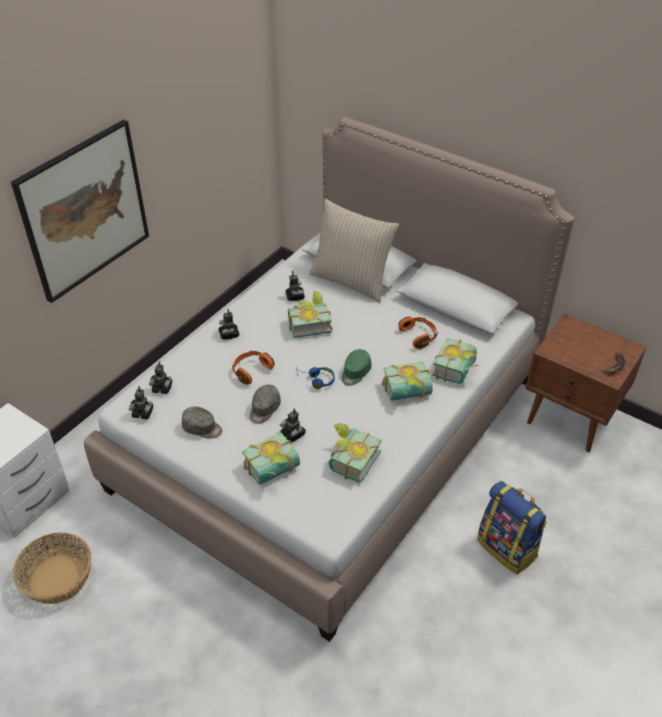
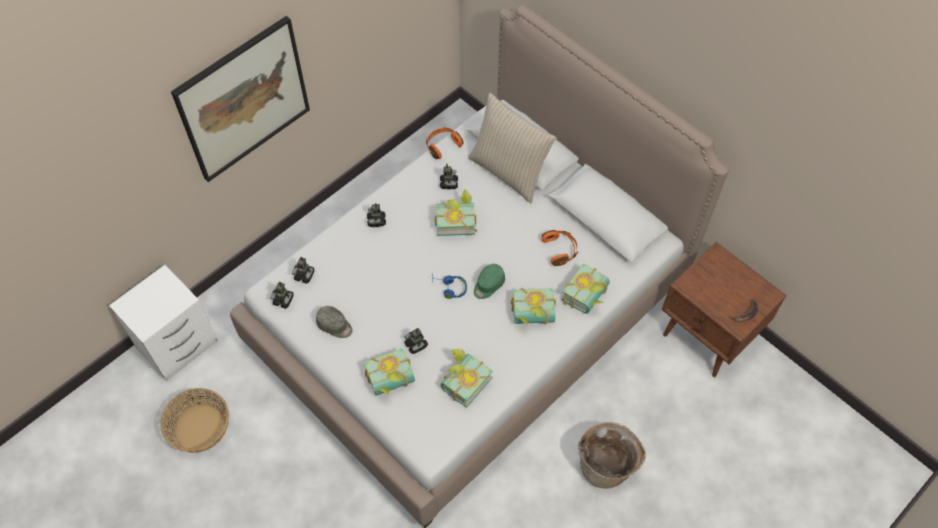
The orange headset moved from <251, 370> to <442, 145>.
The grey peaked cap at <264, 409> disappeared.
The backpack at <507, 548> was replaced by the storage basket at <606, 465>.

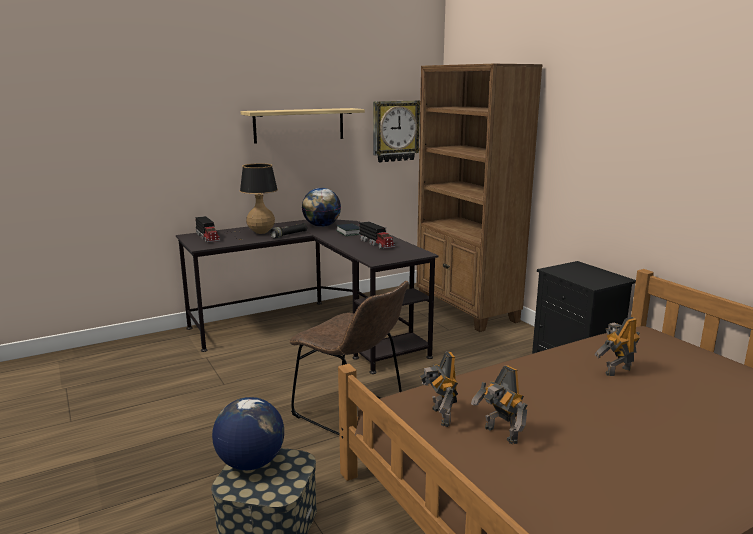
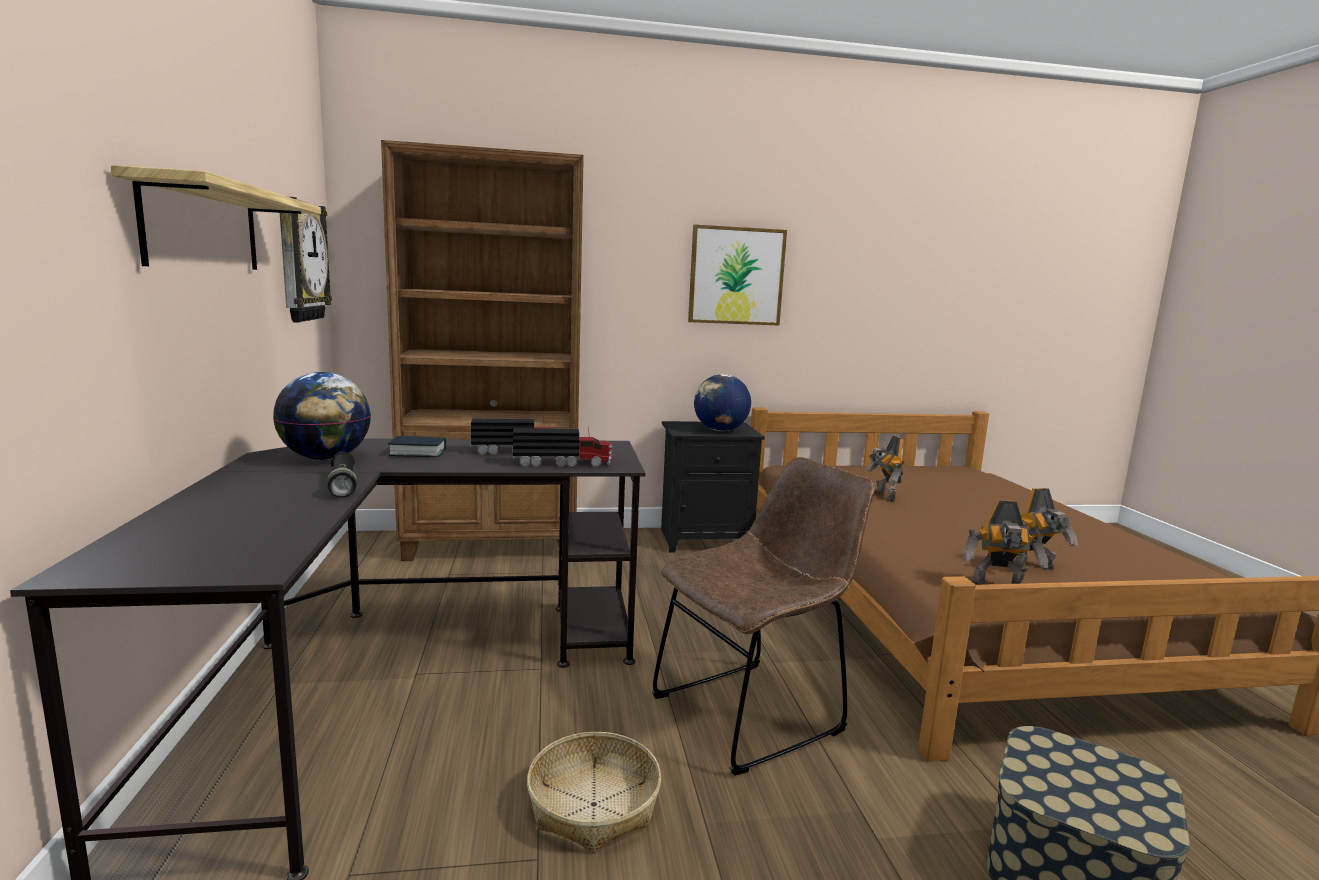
The toy truck moved from <207, 237> to <563, 463>.
The world globe moved from <250, 463> to <720, 430>.
The table lamp at <256, 233> disappeared.
The storage basket at <594, 805> appeared.
The wall art at <736, 276> appeared.

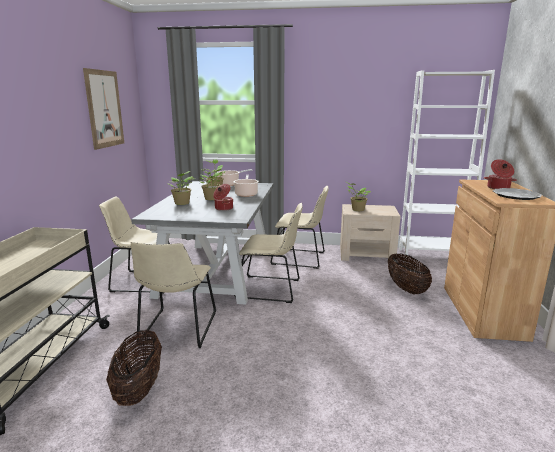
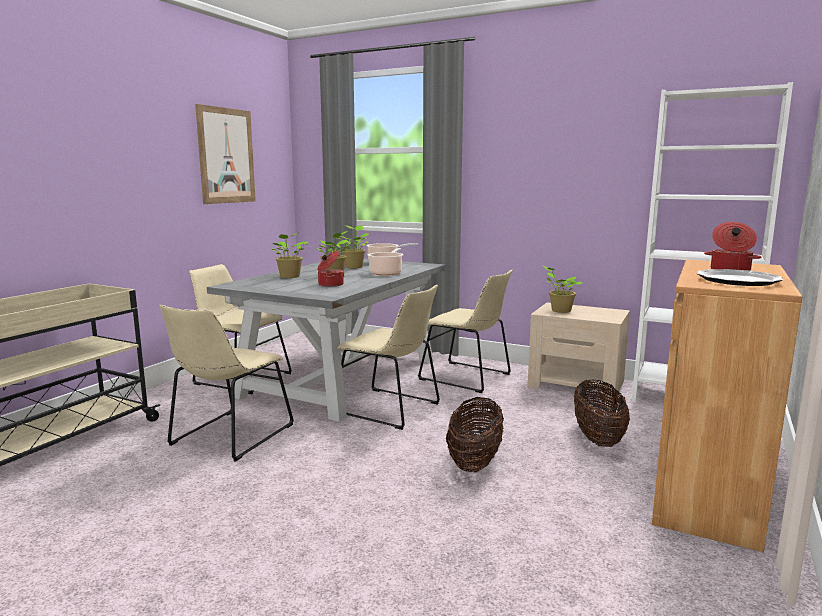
The storage basket moved from <139, 388> to <474, 461>.

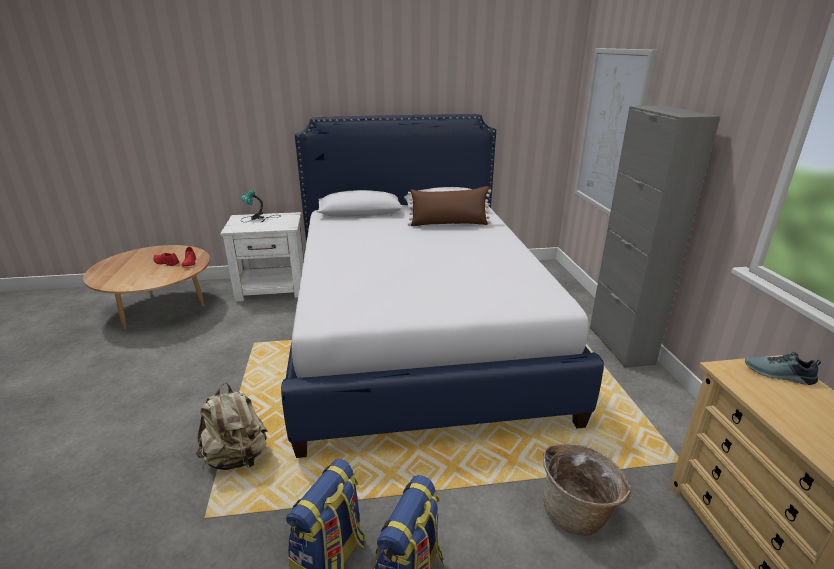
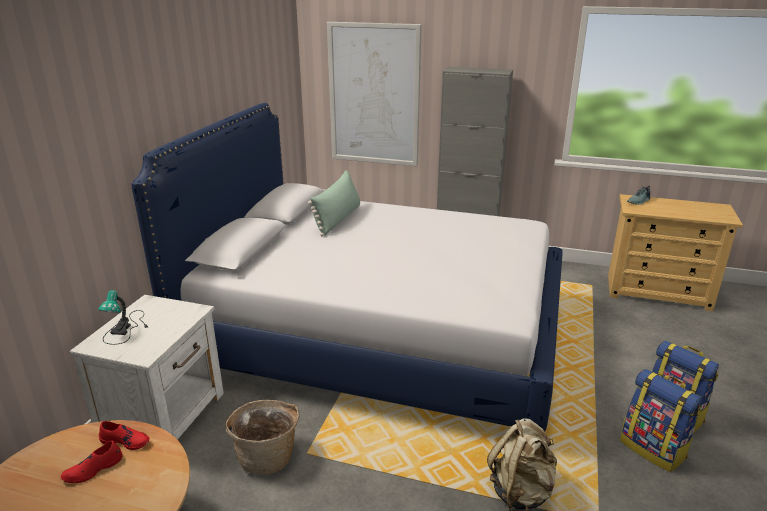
The brownish cushion at <449, 224> became the green cushion at <338, 219>.
The storage basket moved from <577, 512> to <267, 456>.

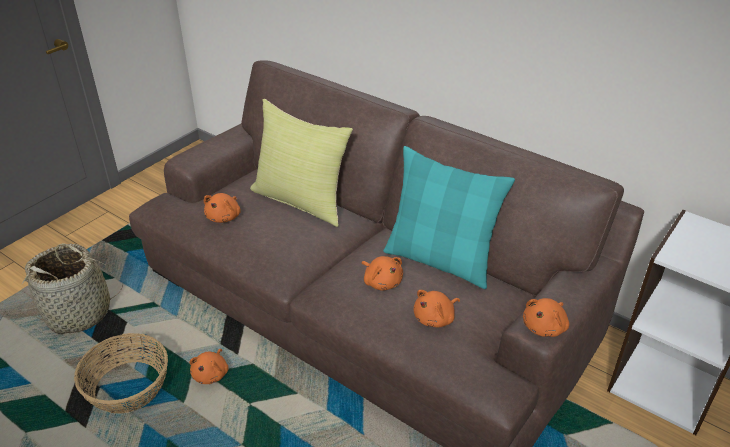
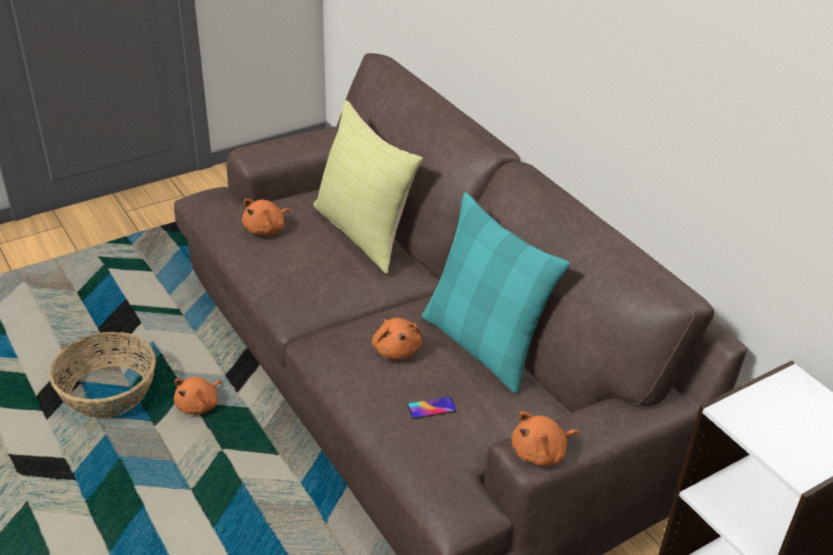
The storage basket at <79, 313> disappeared.
The orange plush toy at <435, 318> was replaced by the telephone at <431, 408>.

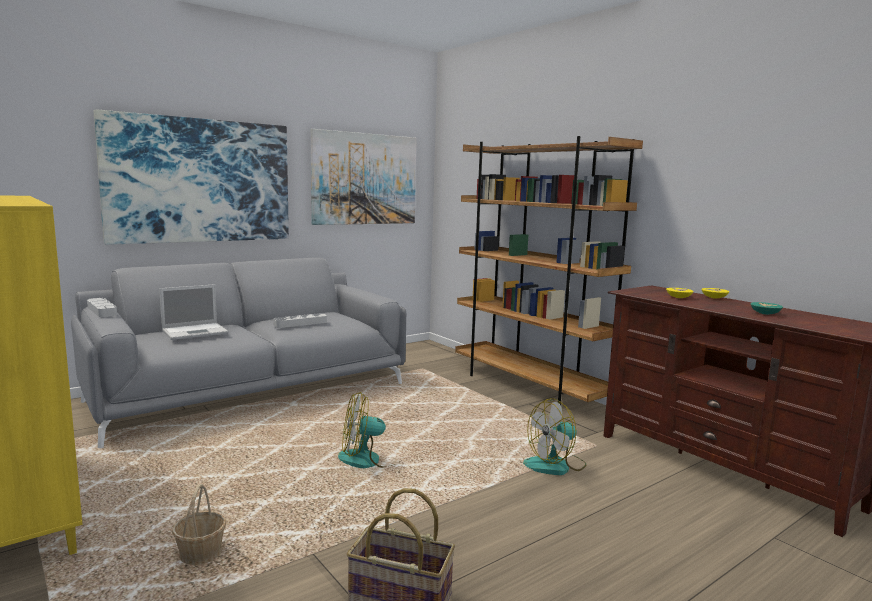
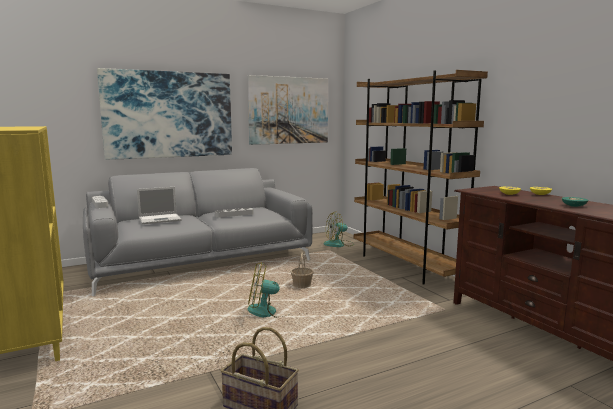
The storage basket moved from <201, 554> to <302, 285>.
The fan moved from <555, 465> to <339, 244>.

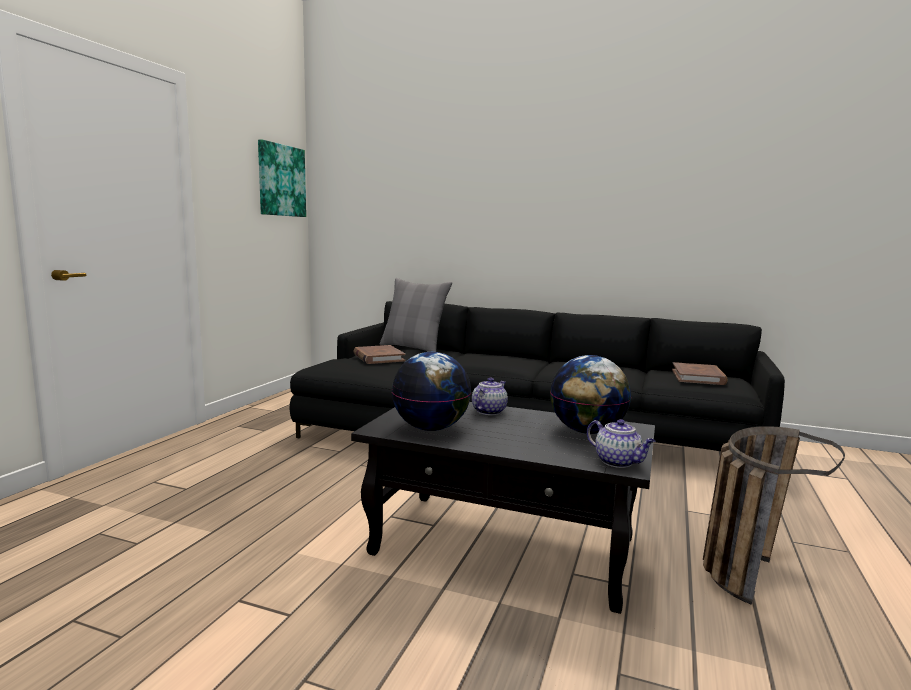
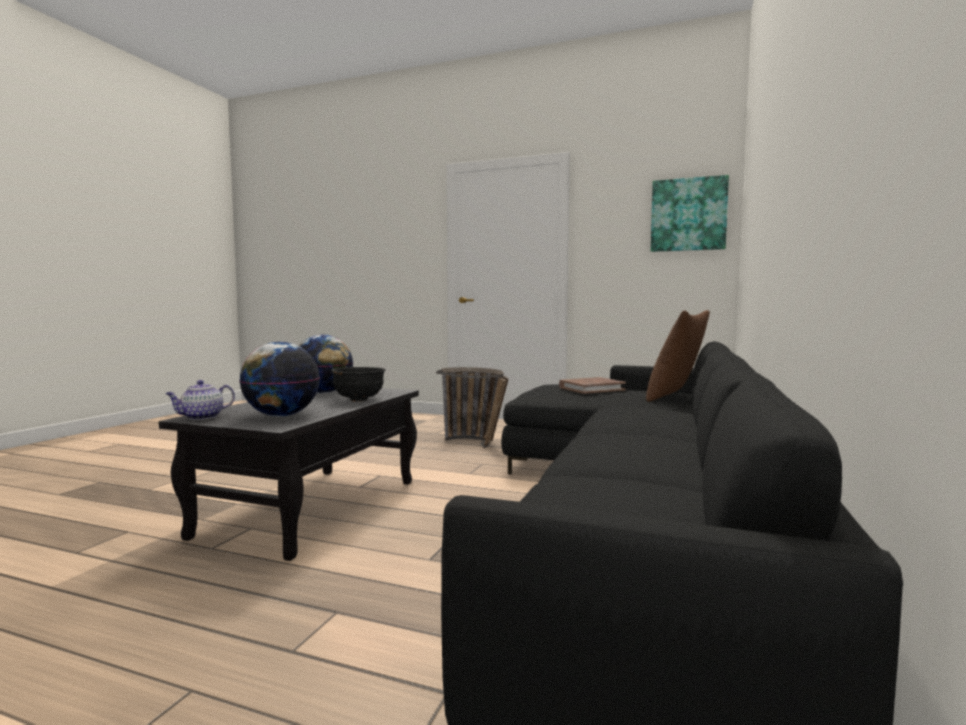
The grey cushion at <413, 348> became the brownish cushion at <675, 396>.
The tea pot at <489, 411> was replaced by the black deep dish at <359, 400>.
The brownish book at <698, 377> disappeared.
The storage basket moved from <748, 567> to <478, 444>.

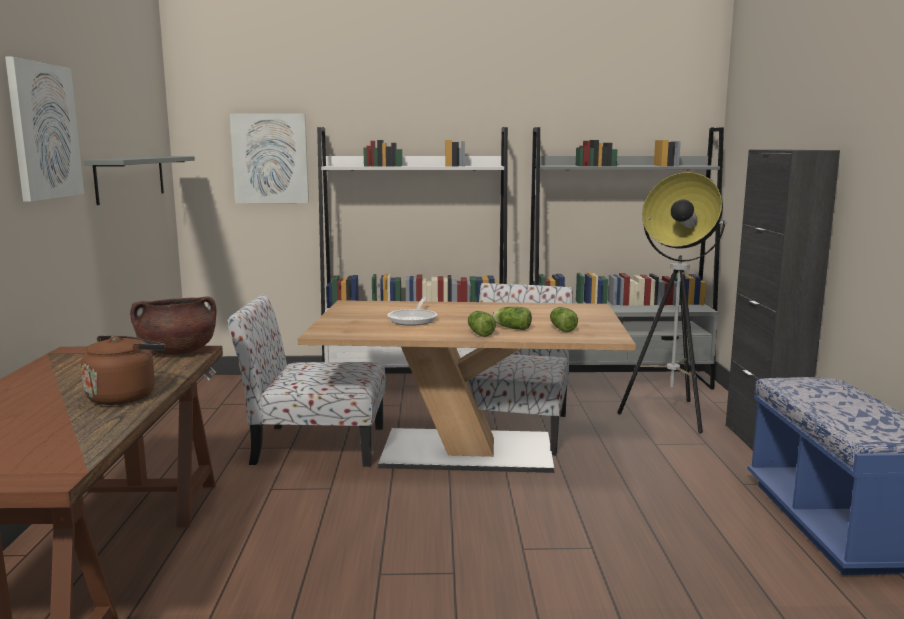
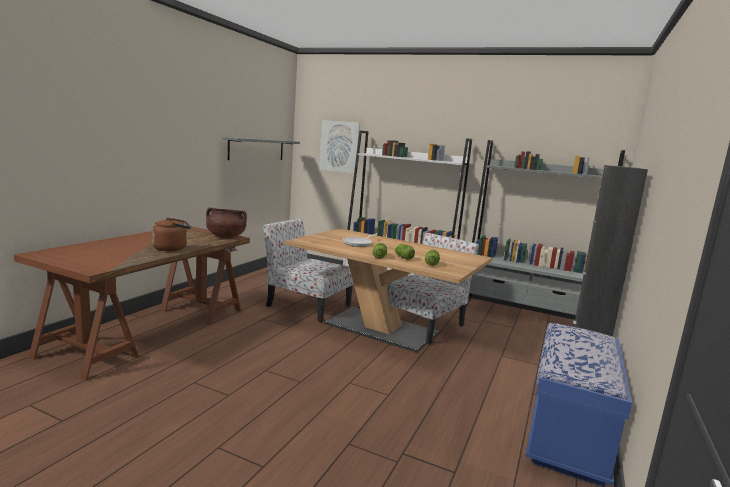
The wall art at <44, 131> disappeared.
The standing lamp at <670, 415> disappeared.

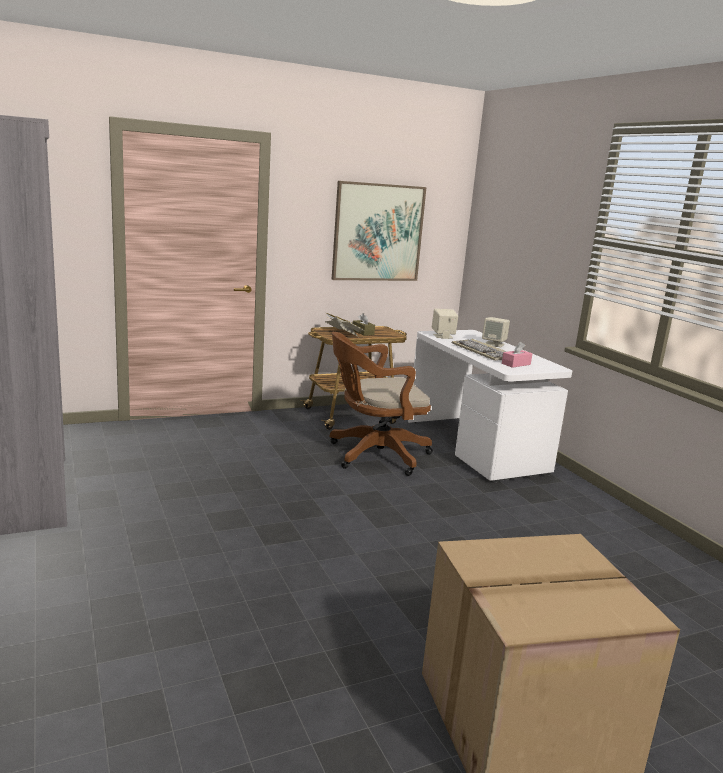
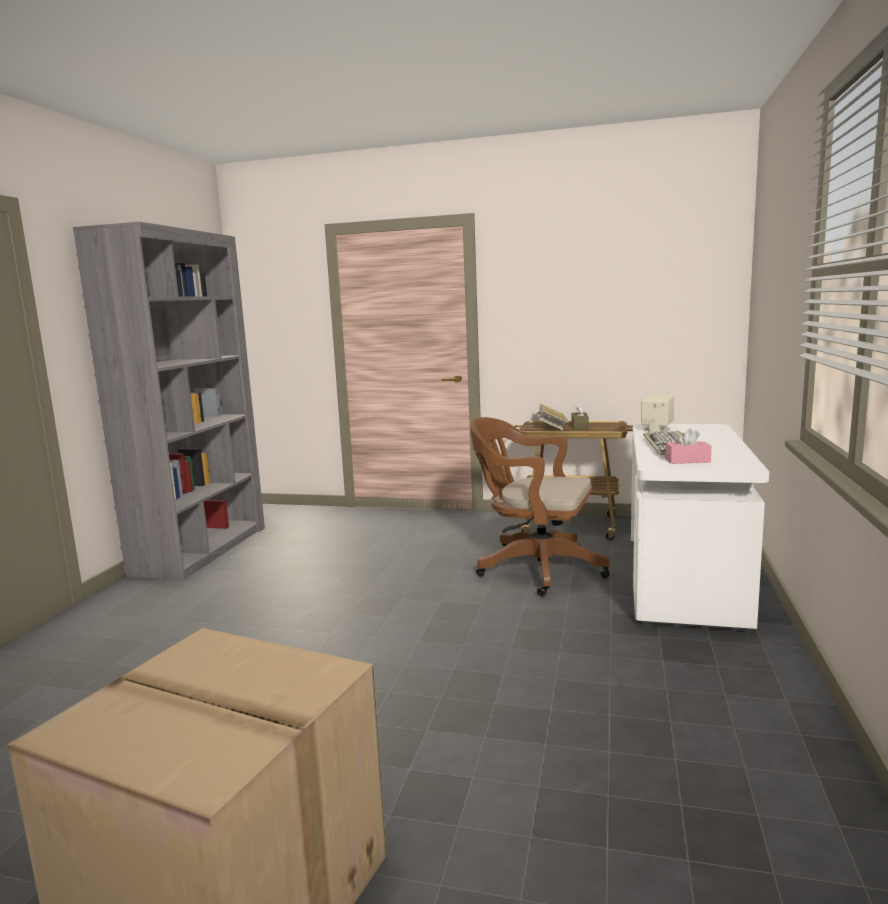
The wall art at <378, 232> disappeared.
The beige speaker at <494, 344> disappeared.

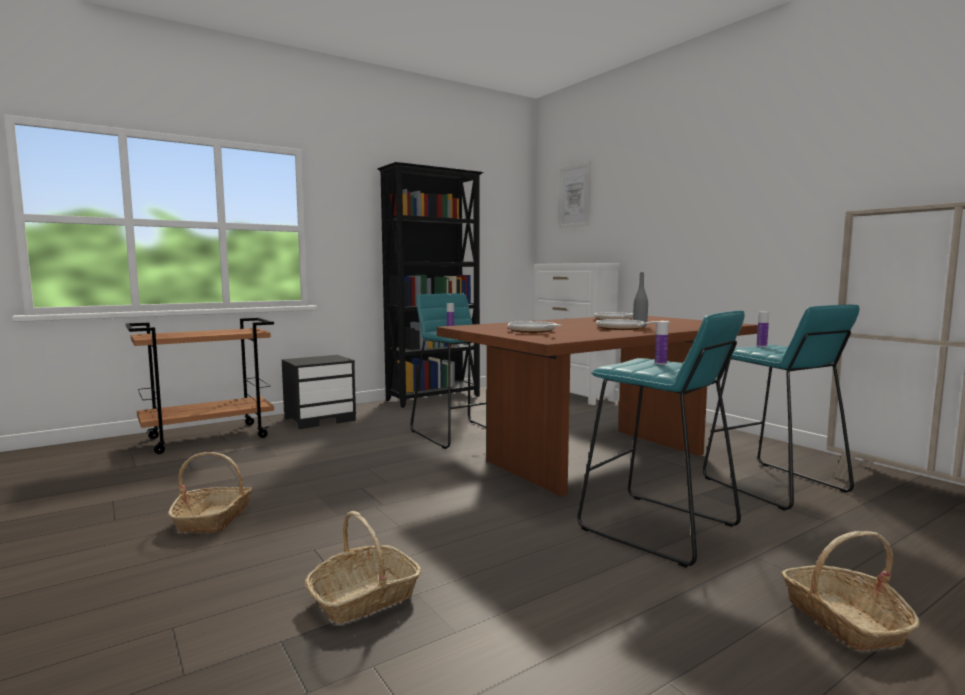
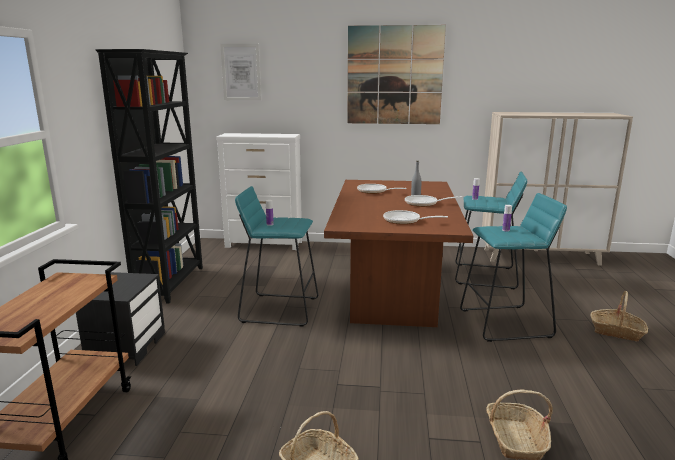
The wall art at <394, 75> appeared.

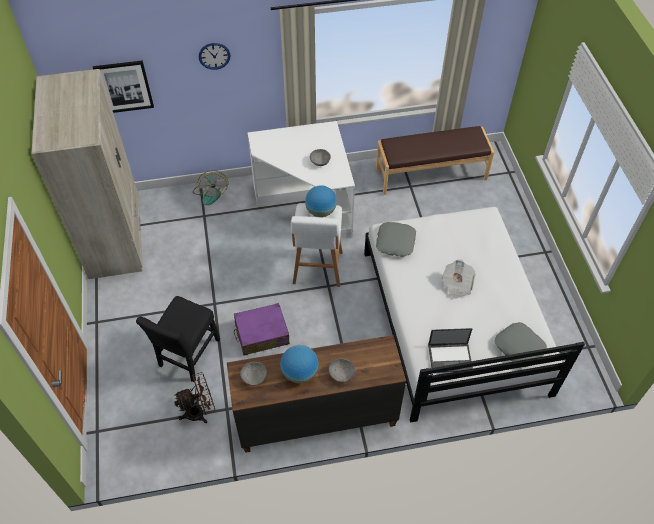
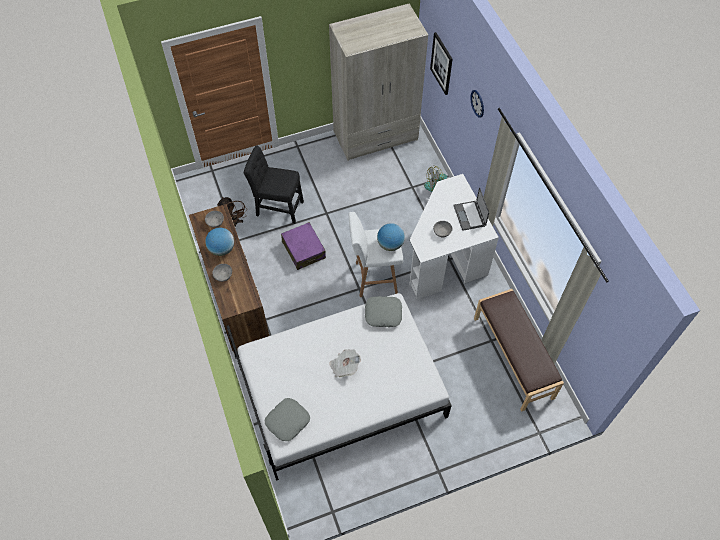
The notebook computer moved from <450, 357> to <470, 216>.

